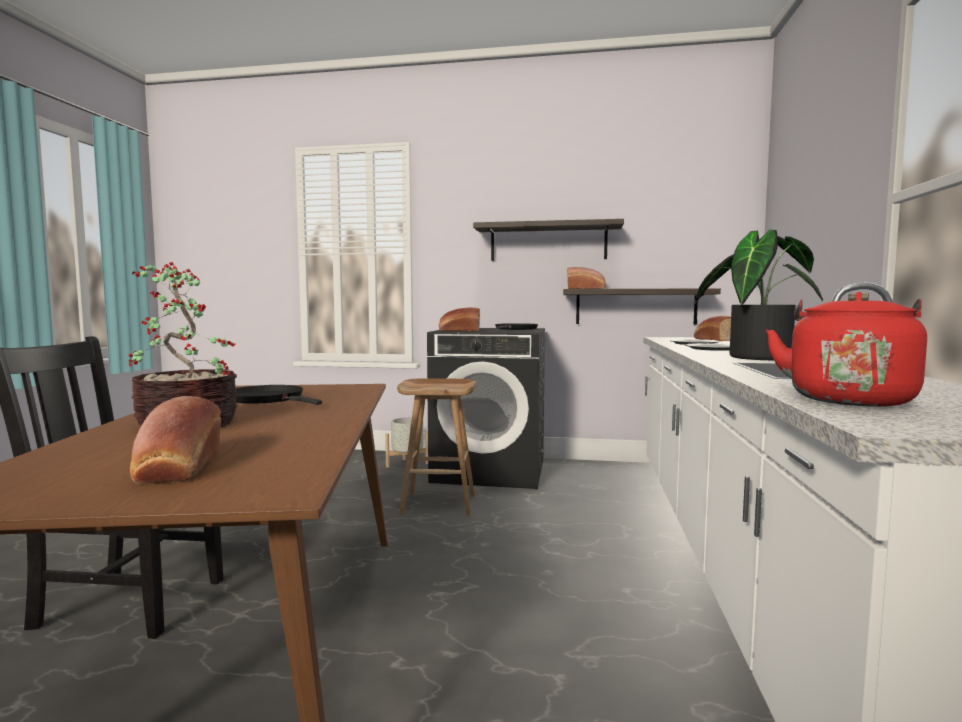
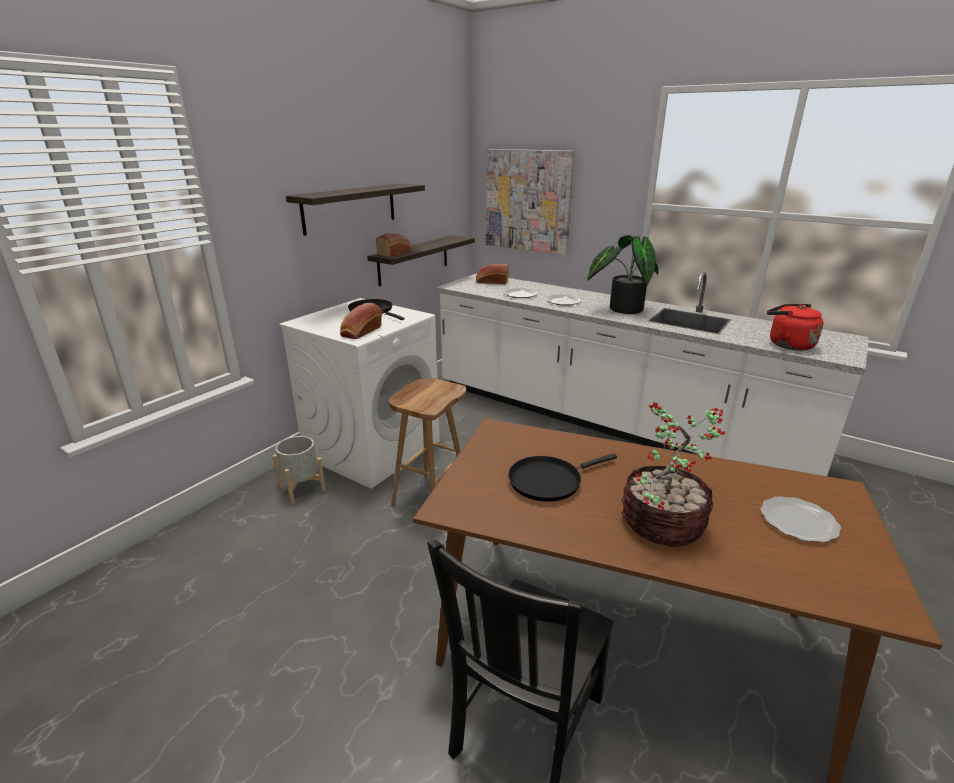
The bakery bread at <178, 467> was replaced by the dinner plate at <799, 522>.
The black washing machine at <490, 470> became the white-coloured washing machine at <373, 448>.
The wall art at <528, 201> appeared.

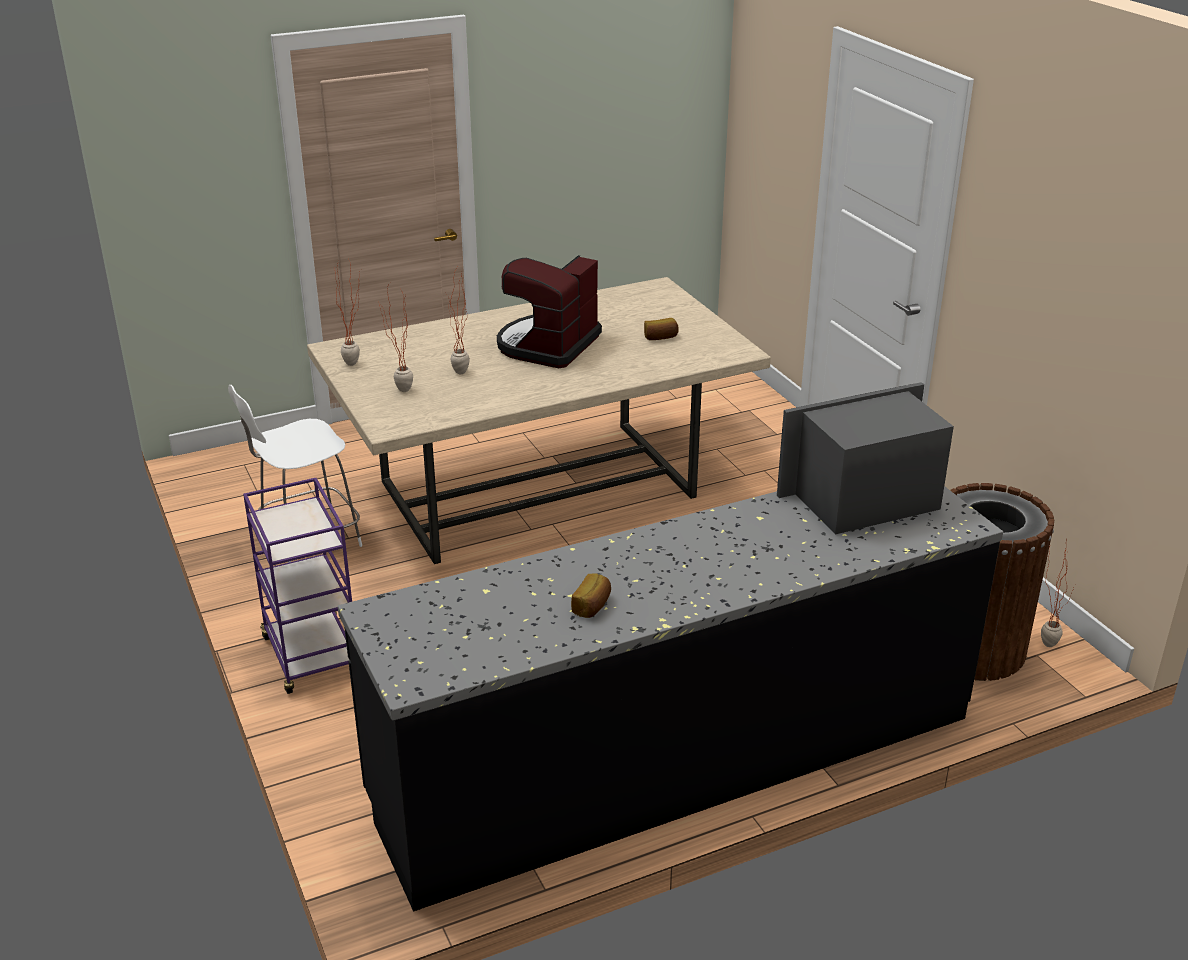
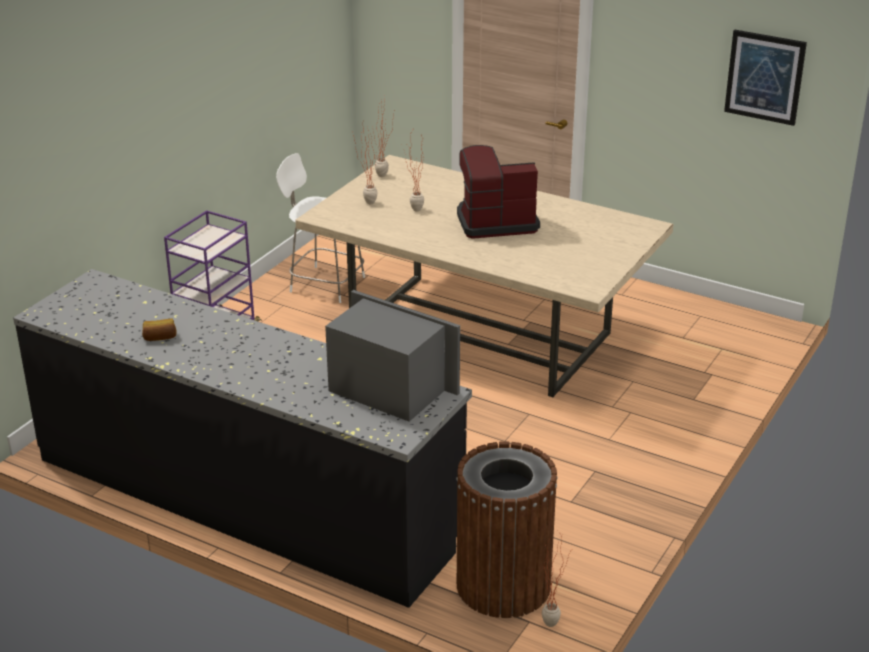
The bakery bread at <660, 337> disappeared.
The wall art at <765, 77> appeared.

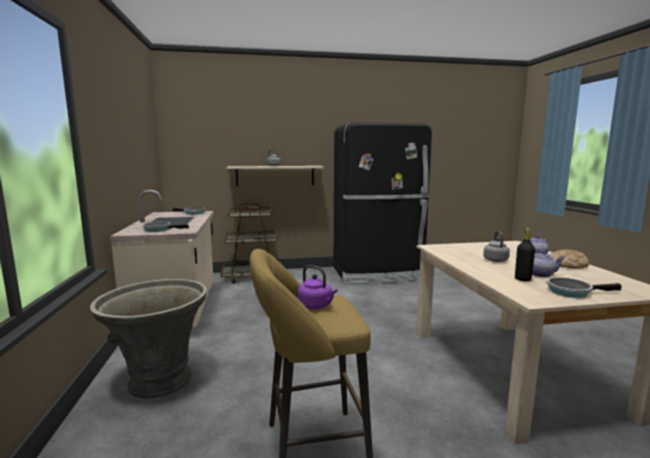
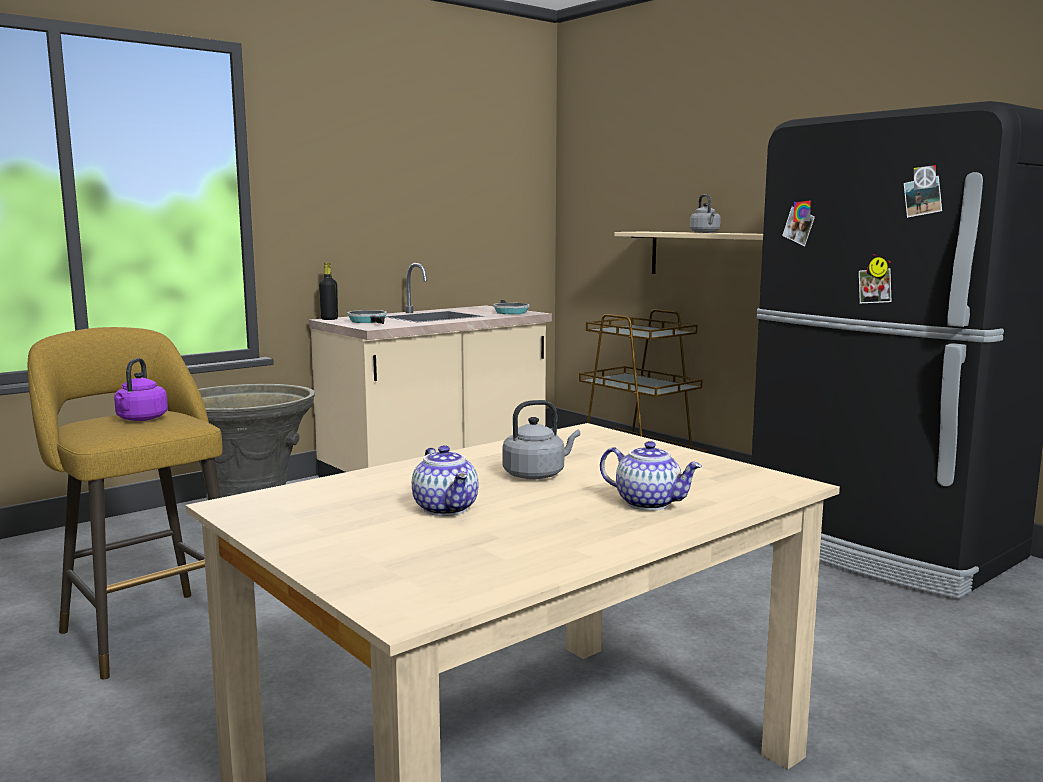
The black drink bottle moved from <522, 279> to <329, 319>.
The skillet at <572, 291> disappeared.
The bakery bread at <567, 264> disappeared.

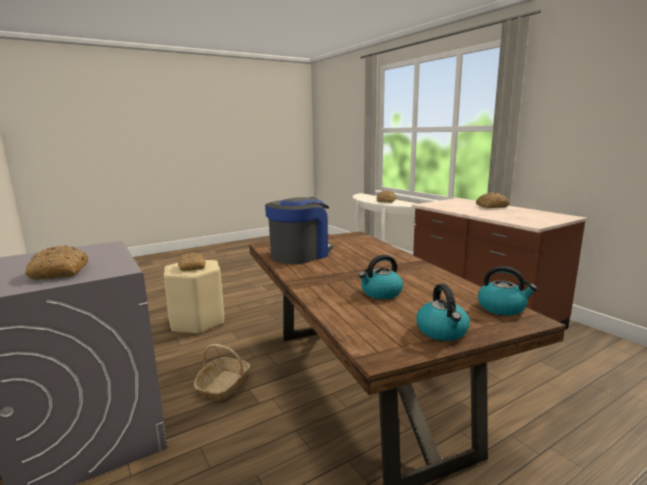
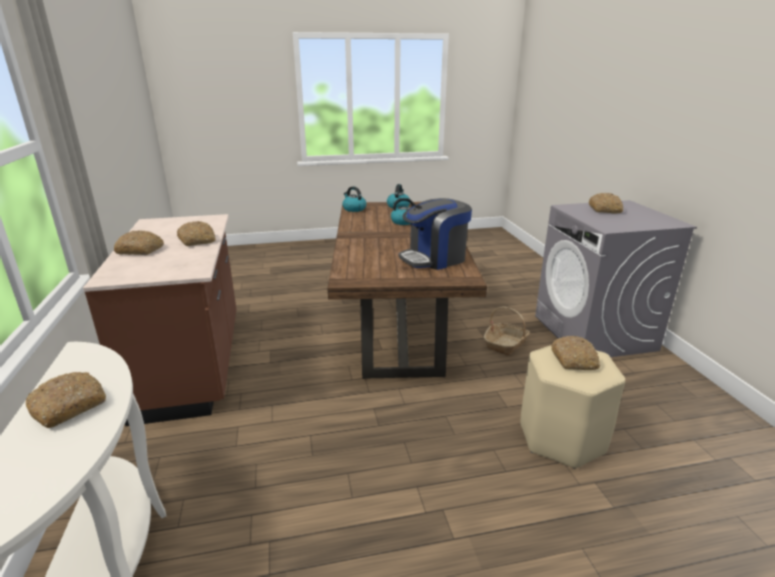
The bakery bread at <198, 240> appeared.

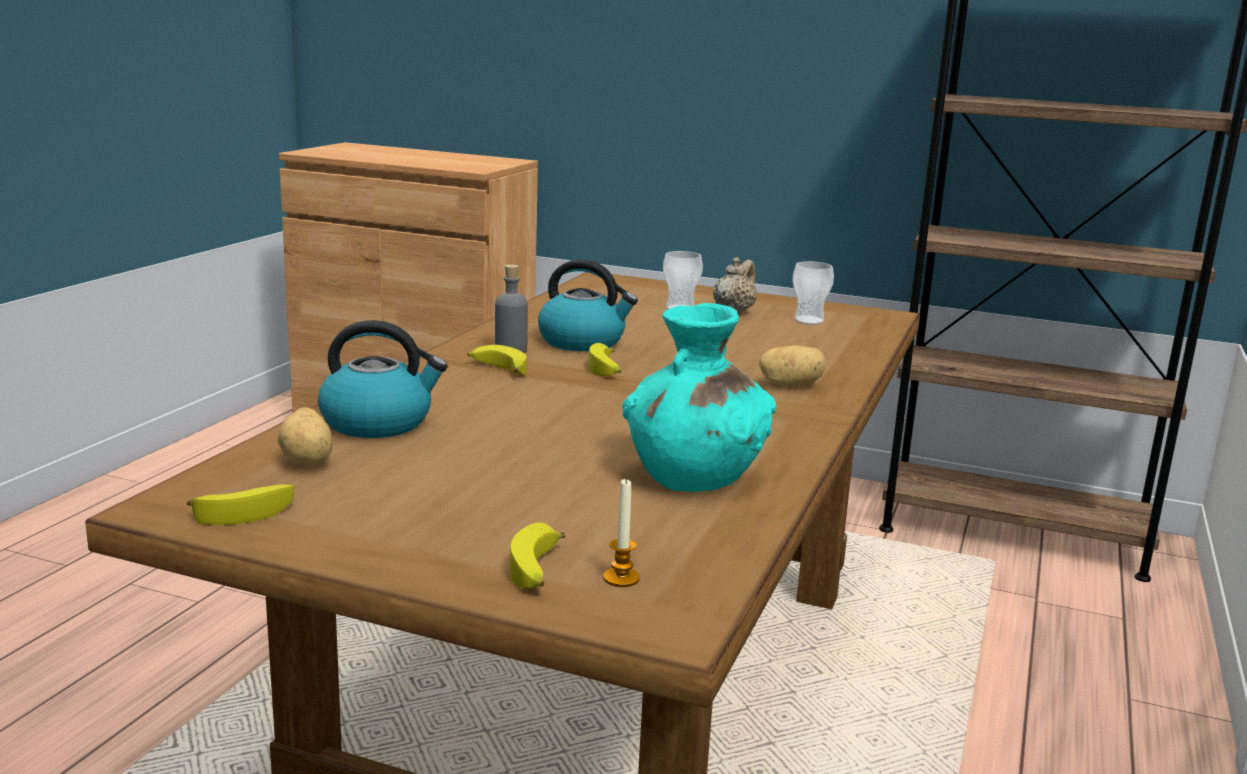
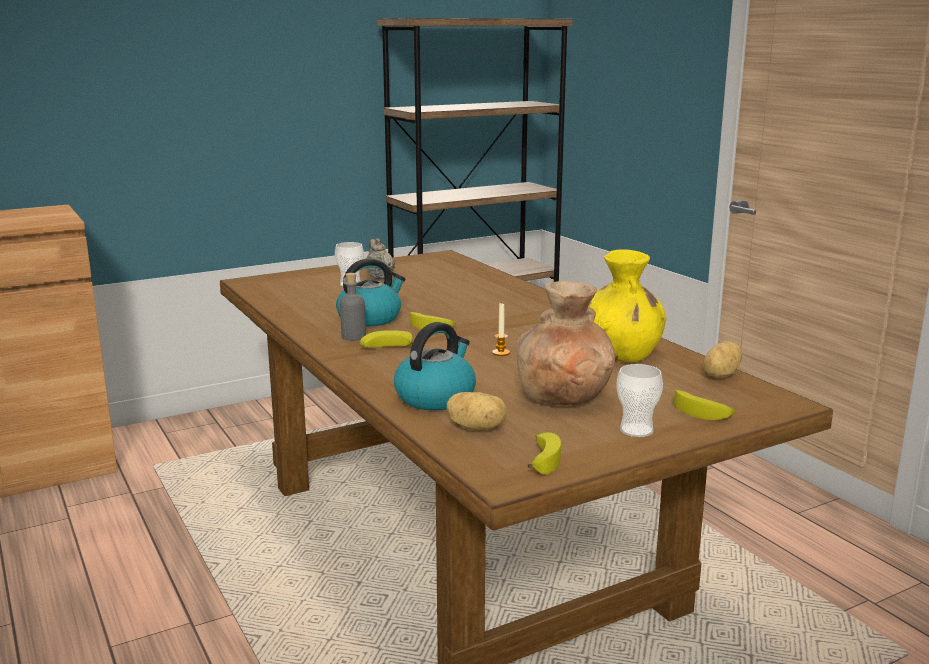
The candle moved from <621, 578> to <501, 353>.
The blue-green decorative vase at <694, 477> became the yellowish decorative vase at <622, 354>.
The spud moved from <790, 385> to <719, 375>.
The small cup moved from <809, 320> to <636, 430>.
The brownish decorative vase at <564, 397> appeared.

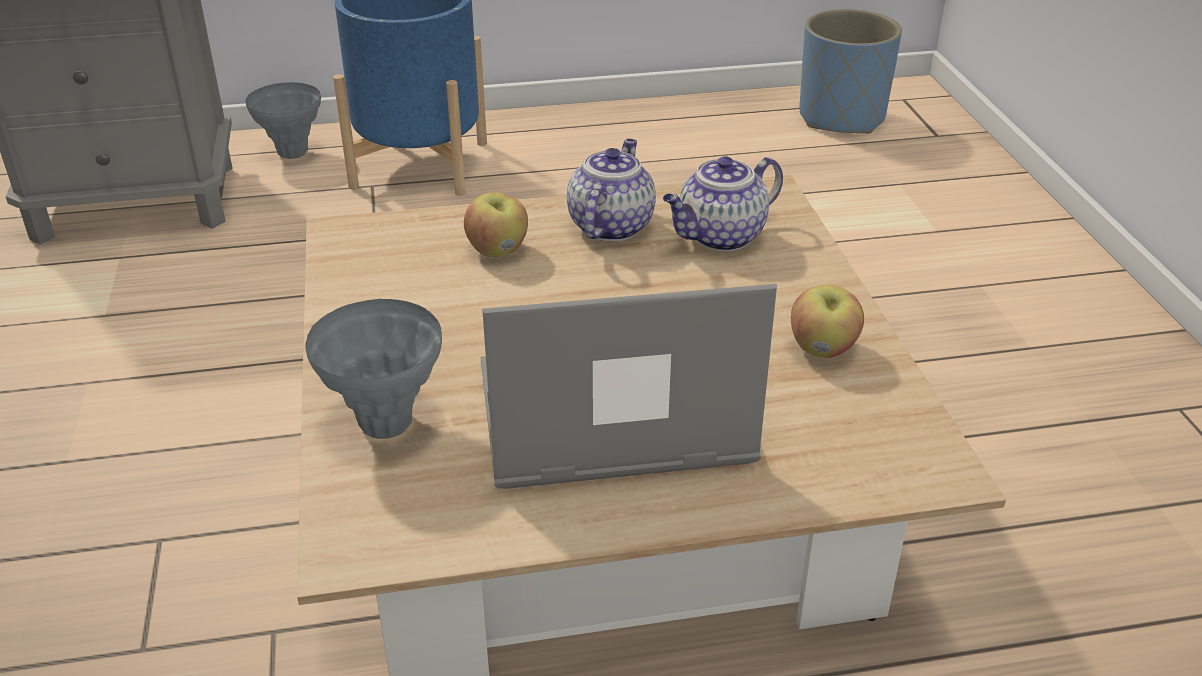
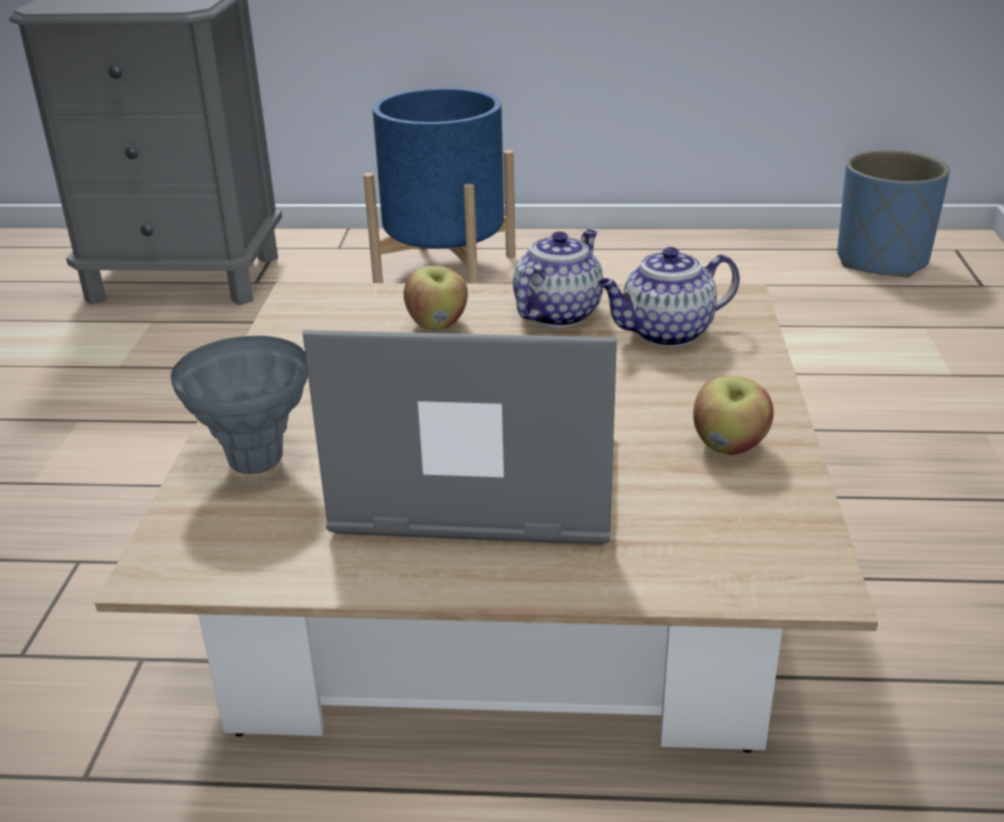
The grey decorative vase at <292, 153> disappeared.

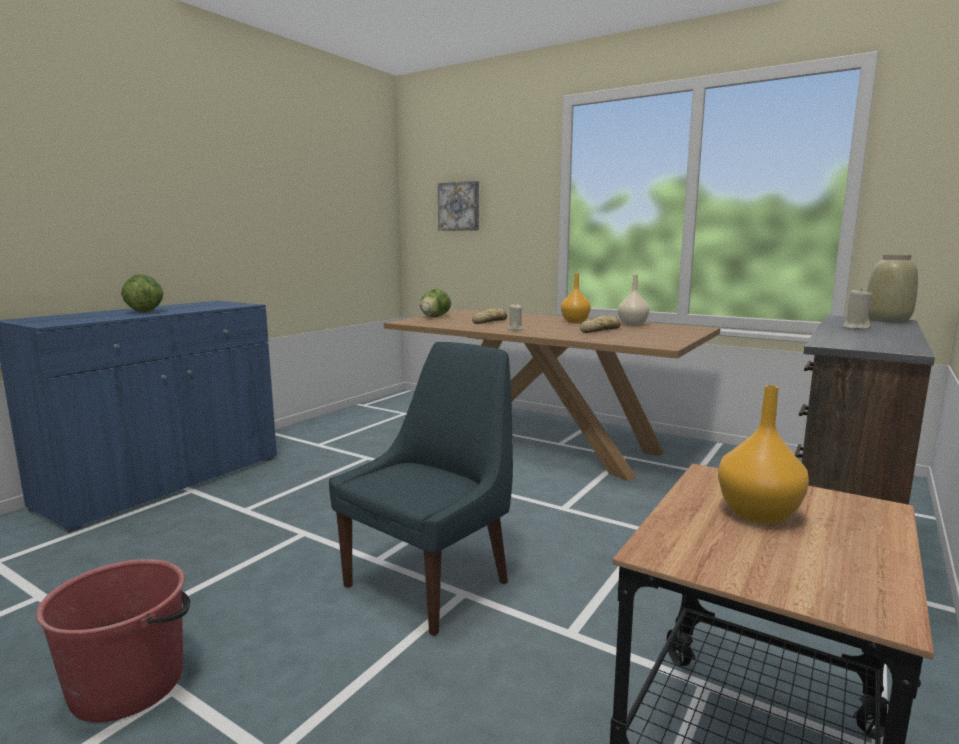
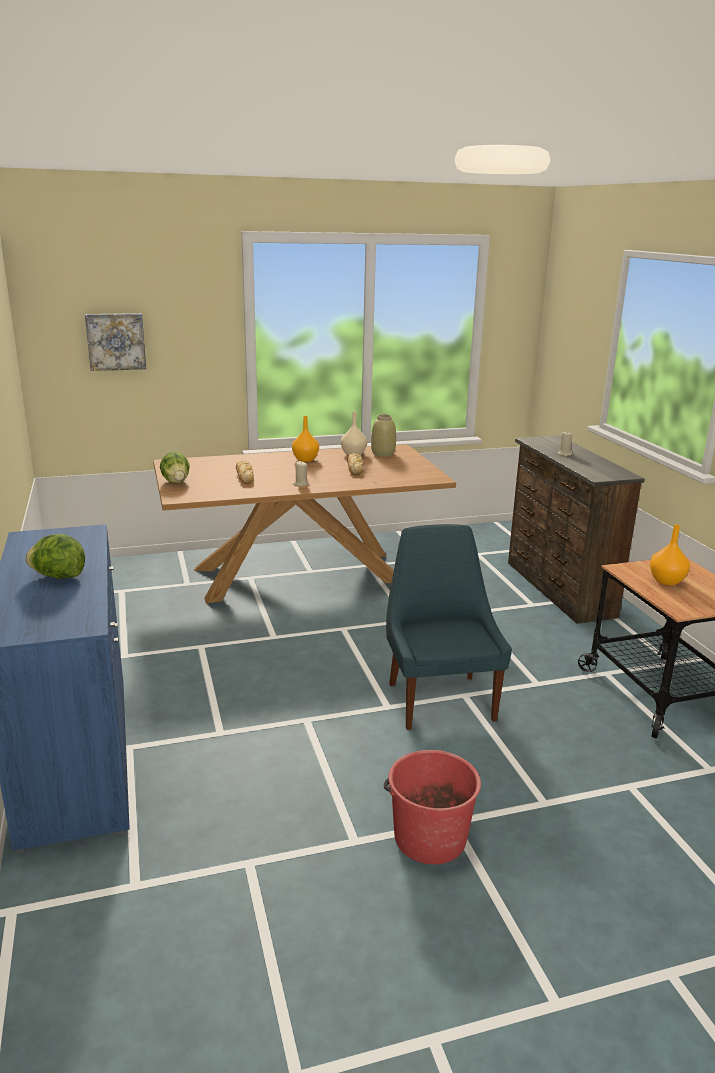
The beige decorative vase moved from <887, 320> to <383, 454>.

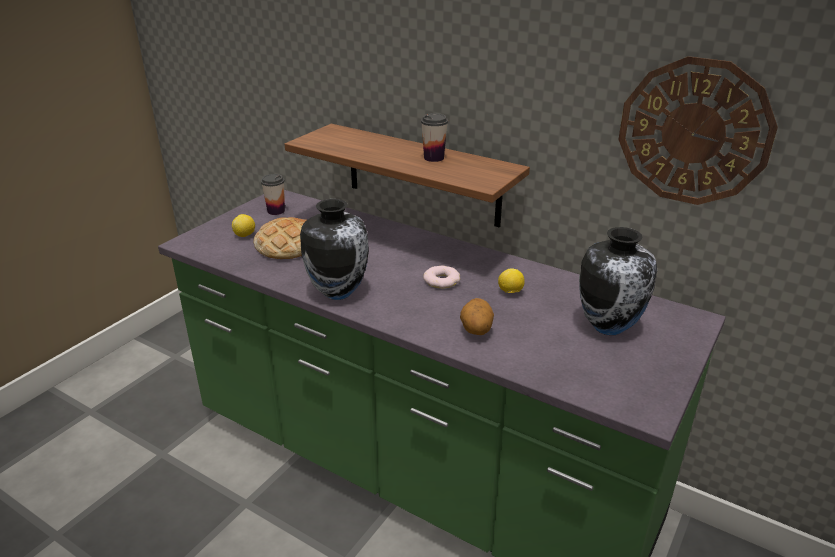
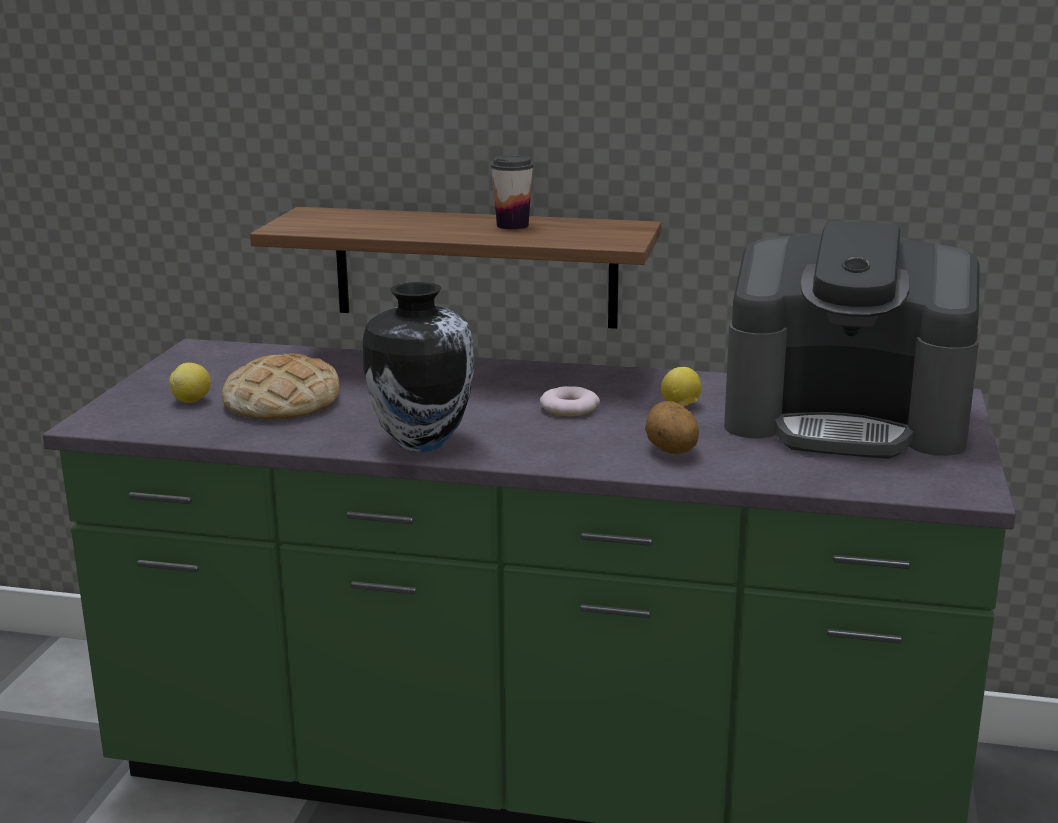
The small cup at <276, 211> disappeared.
The decorative vase at <609, 327> was replaced by the coffee machine at <846, 420>.
The hanging clock at <693, 132> disappeared.

